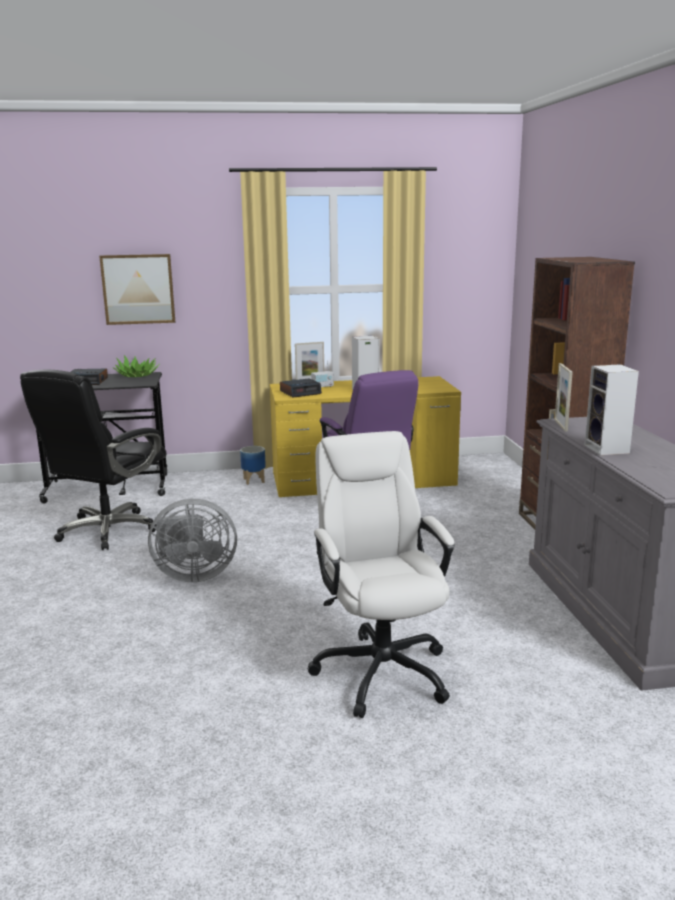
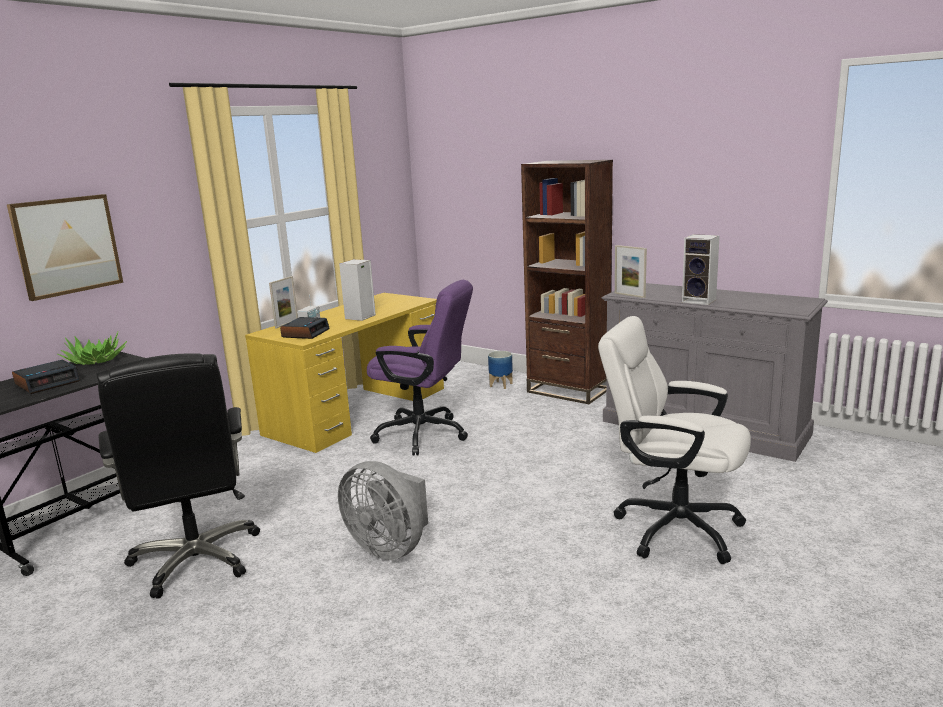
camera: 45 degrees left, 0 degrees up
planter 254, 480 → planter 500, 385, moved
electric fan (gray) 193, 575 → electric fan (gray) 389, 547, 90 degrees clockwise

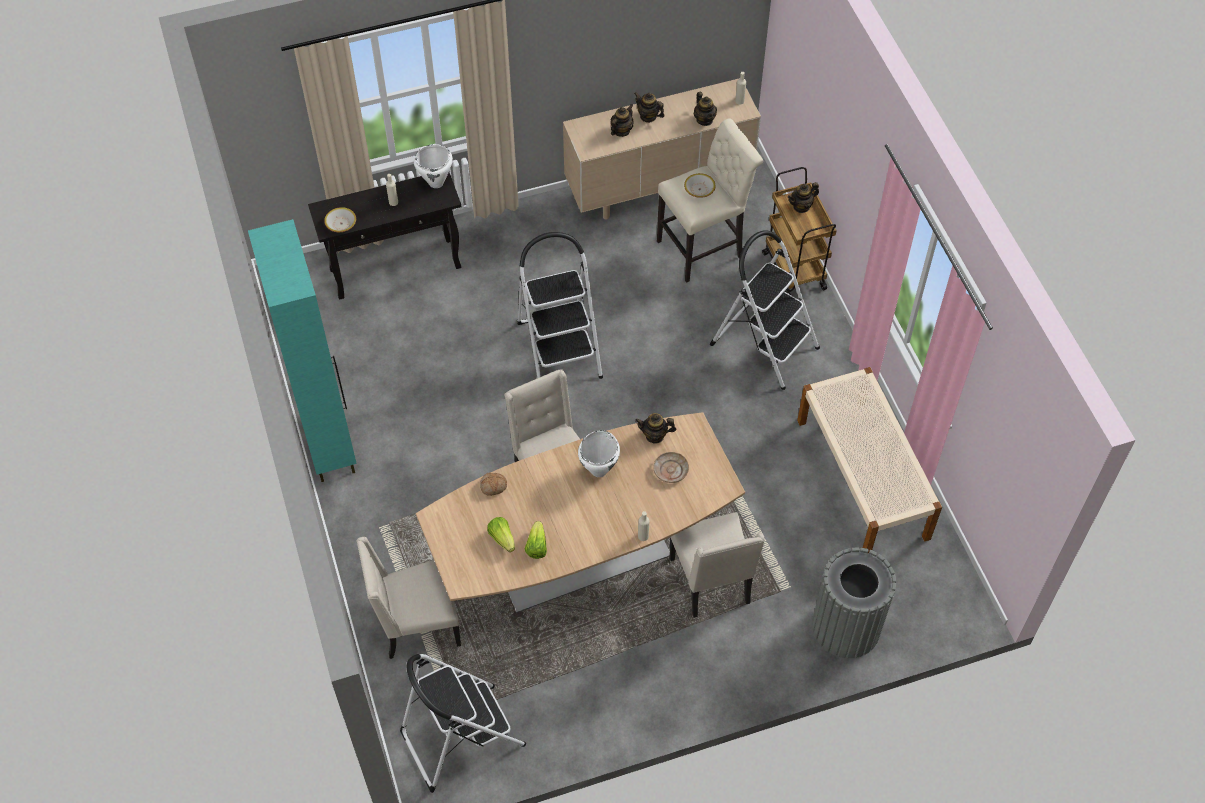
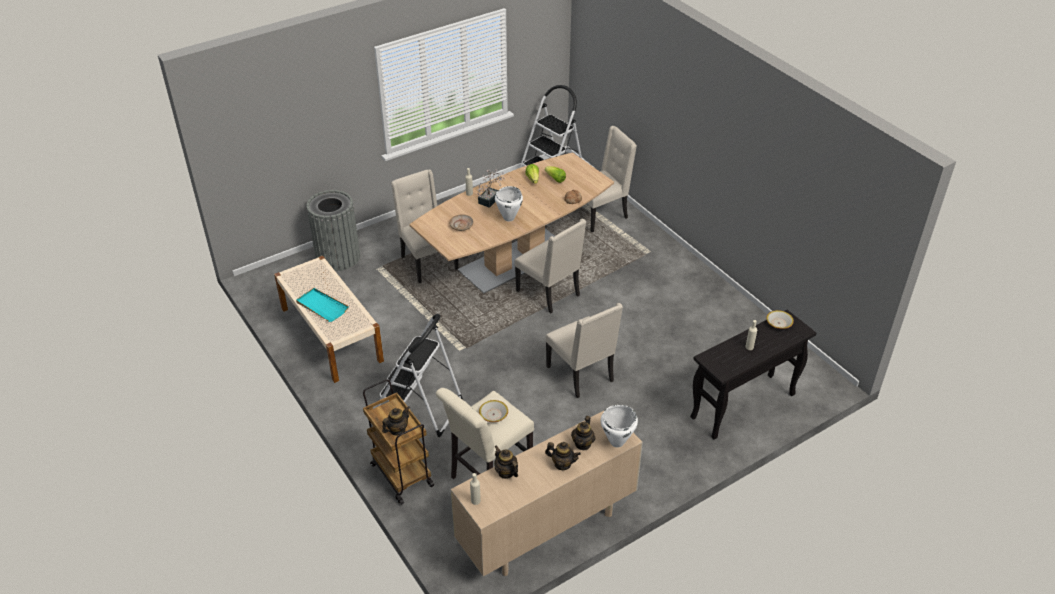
camera: 165 degrees right, 15 degrees down
cooking pot (whitish) 436, 183 → cooking pot (whitish) 616, 441, moved
cupboard (turquoise-coloured) 329, 443 → -
stepladder 559, 348 → chair (sand-coloured) 581, 374
teapot 655, 435 → -
- → houseplant 491, 198
- → serving tray (turquoise-coloured) 322, 306

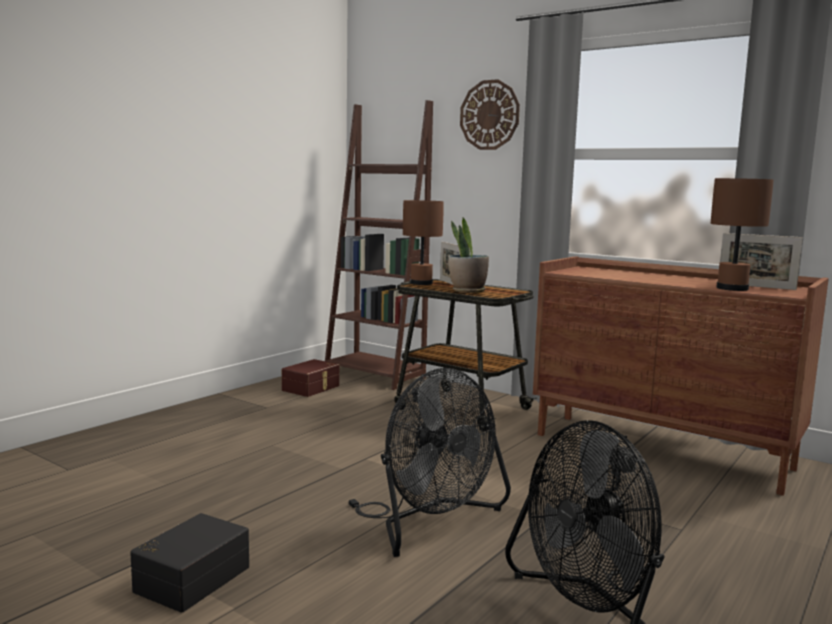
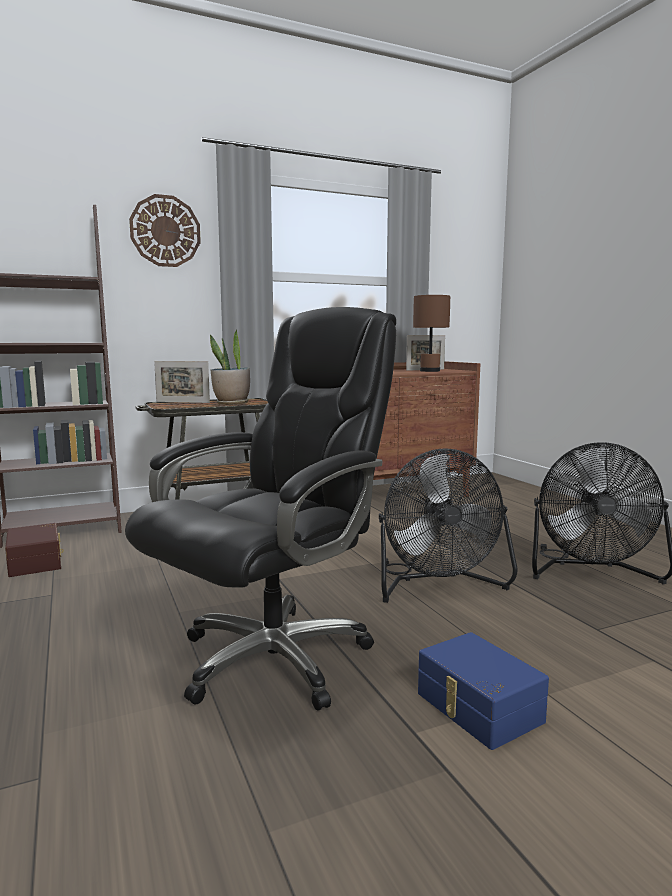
camera: 60 degrees left, 0 degrees up
lamp for a table (brown-coloured) 422, 283 → -
electric fan (black) 425, 522 → electric fan (black) 432, 585, 90 degrees clockwise
storage container (black) 190, 578 → storage container (bluish) 477, 708
- → desk chair (black) 270, 660

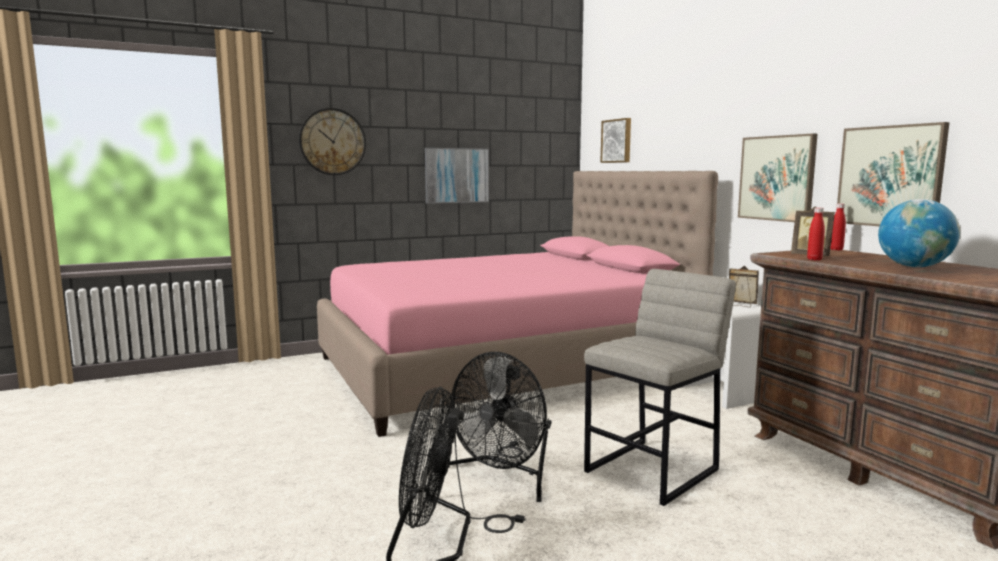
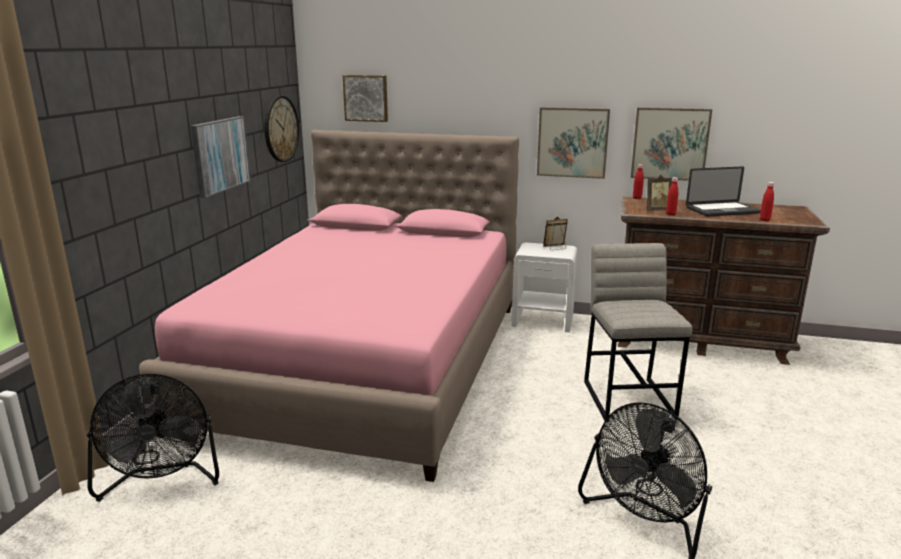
camera: 50 degrees left, 10 degrees up
wall clock 332, 142 → wall clock 280, 129, moved
globe 914, 266 → portable computer 722, 210
electric fan (black) 500, 472 → electric fan (black) 158, 478, moved
- → drink bottle (red-coloured) 764, 220

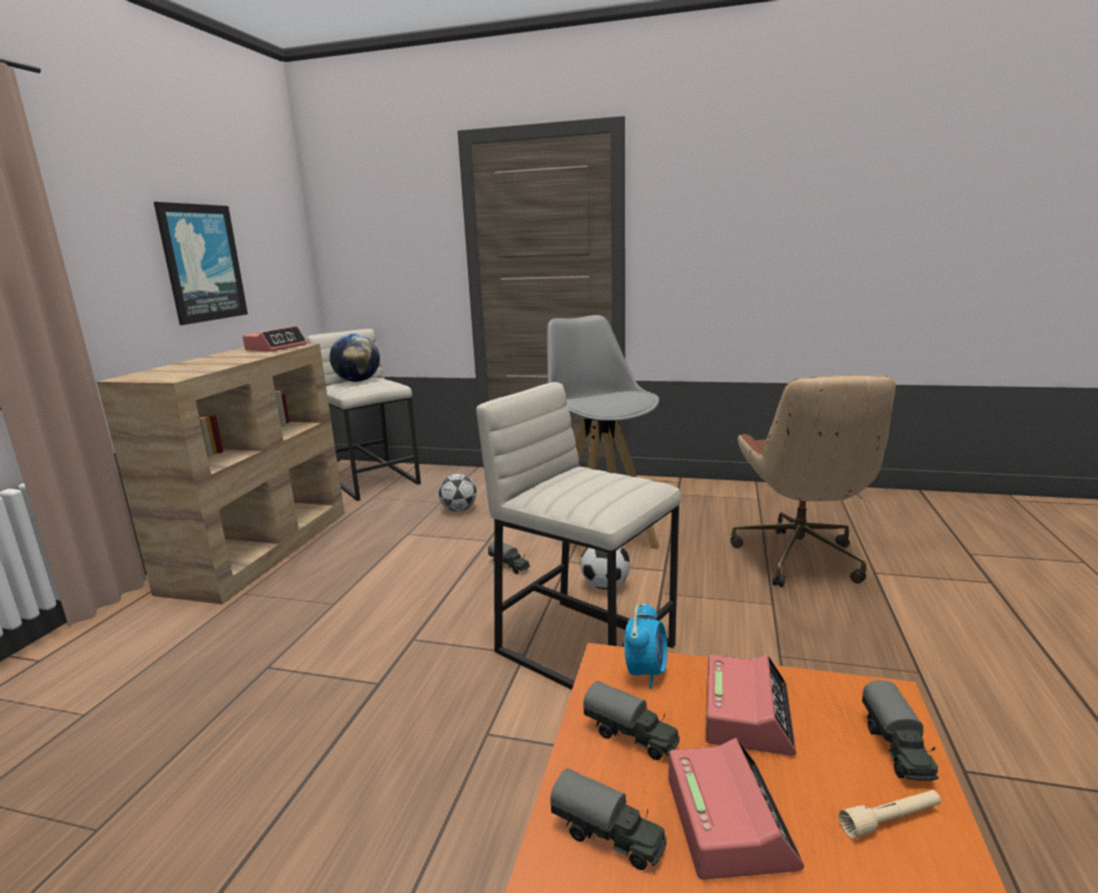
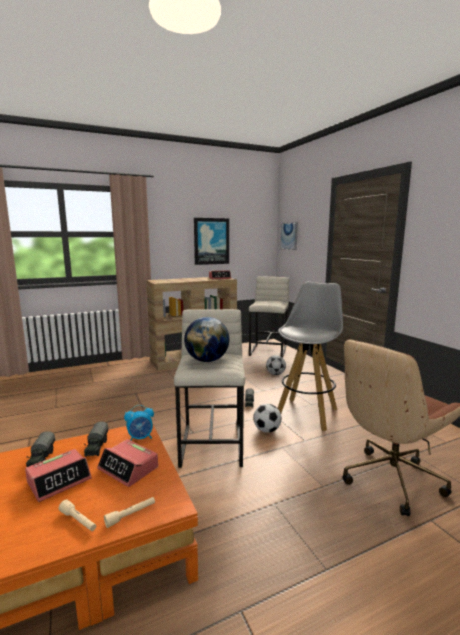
camera: 50 degrees right, 5 degrees down
globe 357, 381 → globe 207, 360, moved
table clock 747, 714 → table clock 128, 468, 60 degrees clockwise
toy lorry 897, 749 → hand torch (sand-coloured) 131, 515
- → wall picture 289, 236

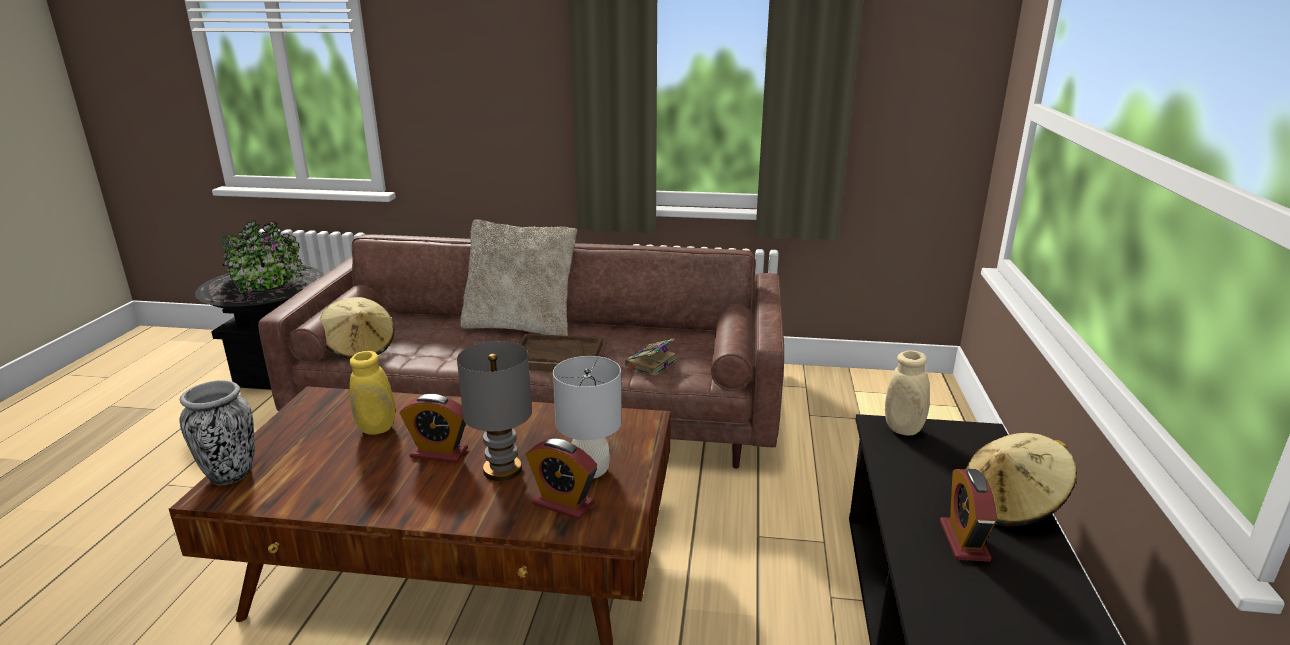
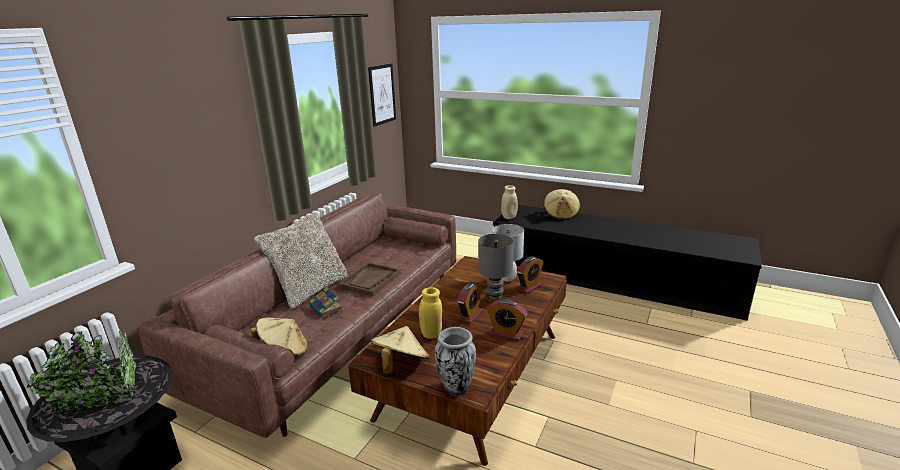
camera: 70 degrees left, 0 degrees up
book 650, 364 → book 326, 308, moved
table clock 964, 541 → table clock 506, 334, moved
- → wall picture 382, 94
- → clothing hat (sand-coloured) 400, 365

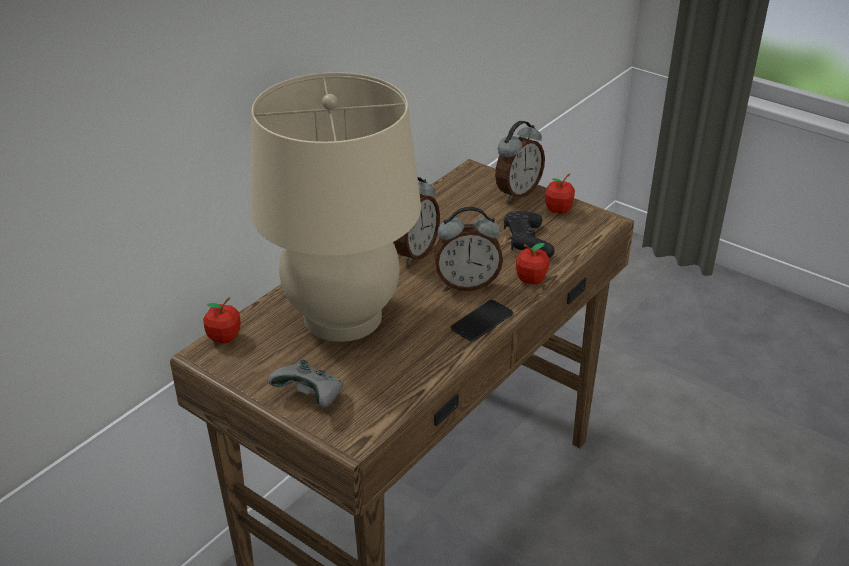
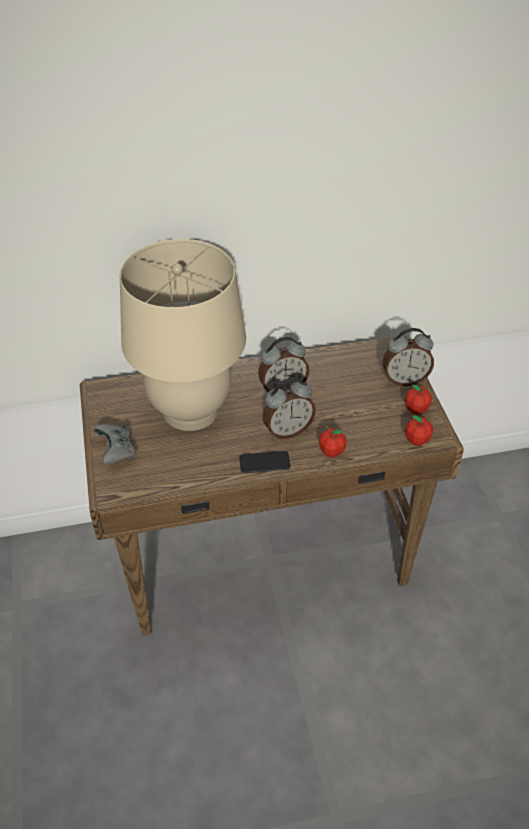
camera: 40 degrees right, 10 degrees up
table clock 467, 284 → table clock 287, 430, 60 degrees counterclockwise
gamepad (black) 527, 242 → -
apple fruit 224, 338 → apple fruit 417, 440, moved

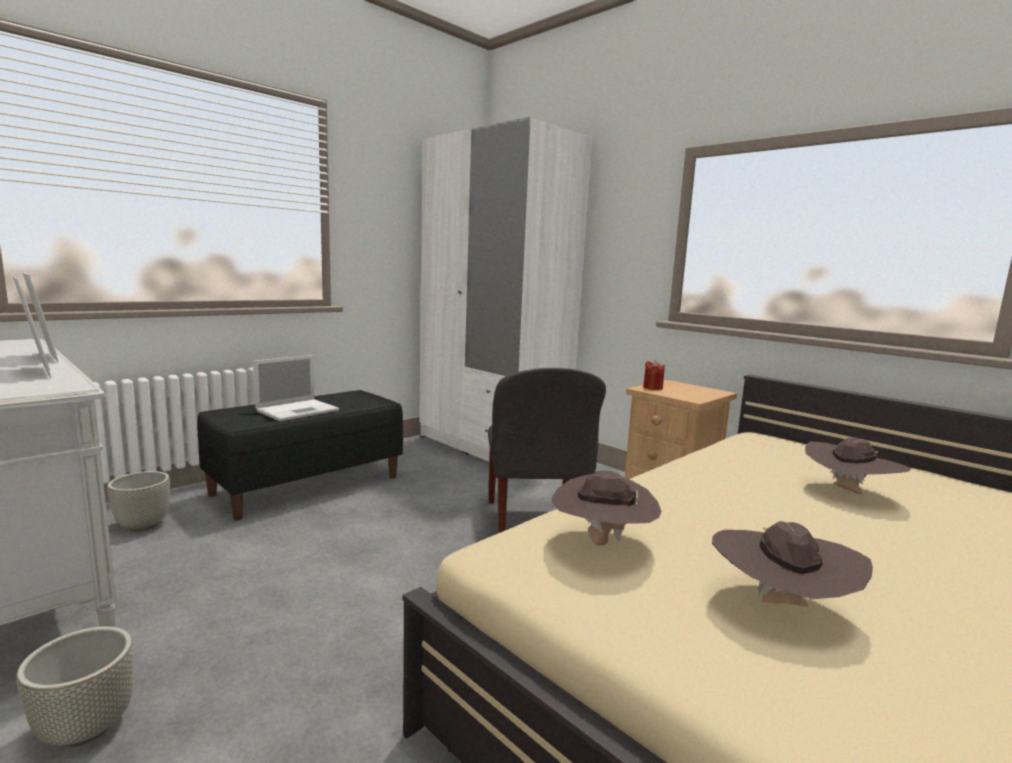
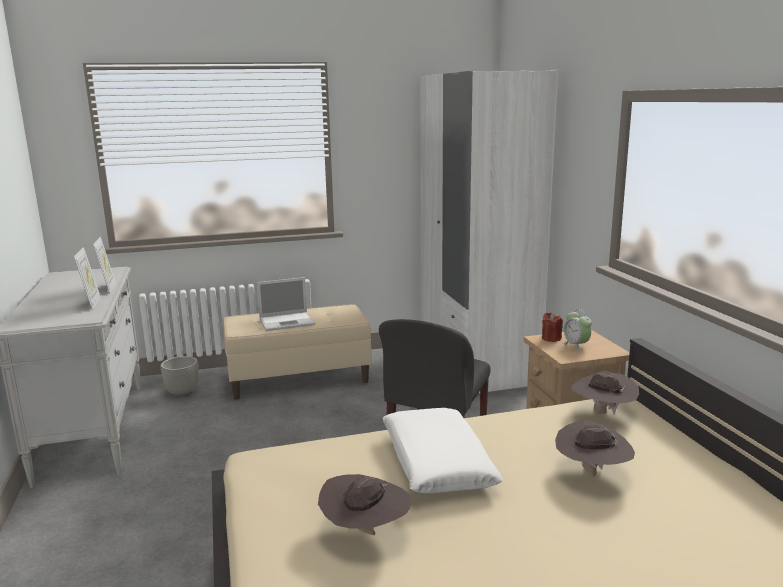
camera: 30 degrees right, 5 degrees up
long seat (black) 308, 485 → long seat (sand-coloured) 299, 379
clothing hat (brown-coloured) 601, 543 → clothing hat (brown-coloured) 602, 413, moved
planter (gray) 85, 728 → -
- → table clock 576, 345
- → cushion (whitish) 437, 463

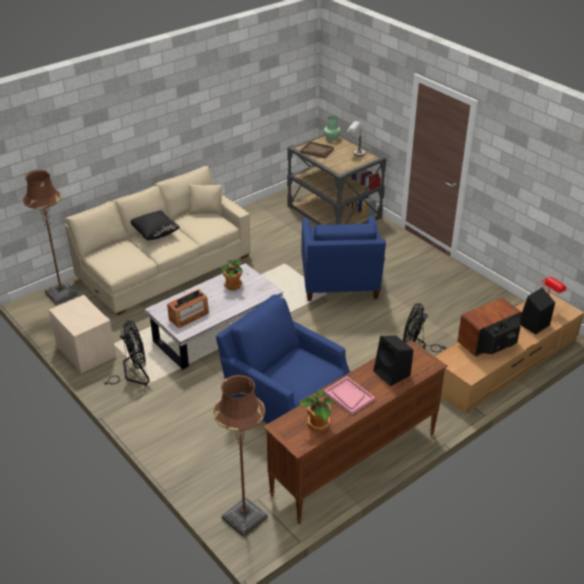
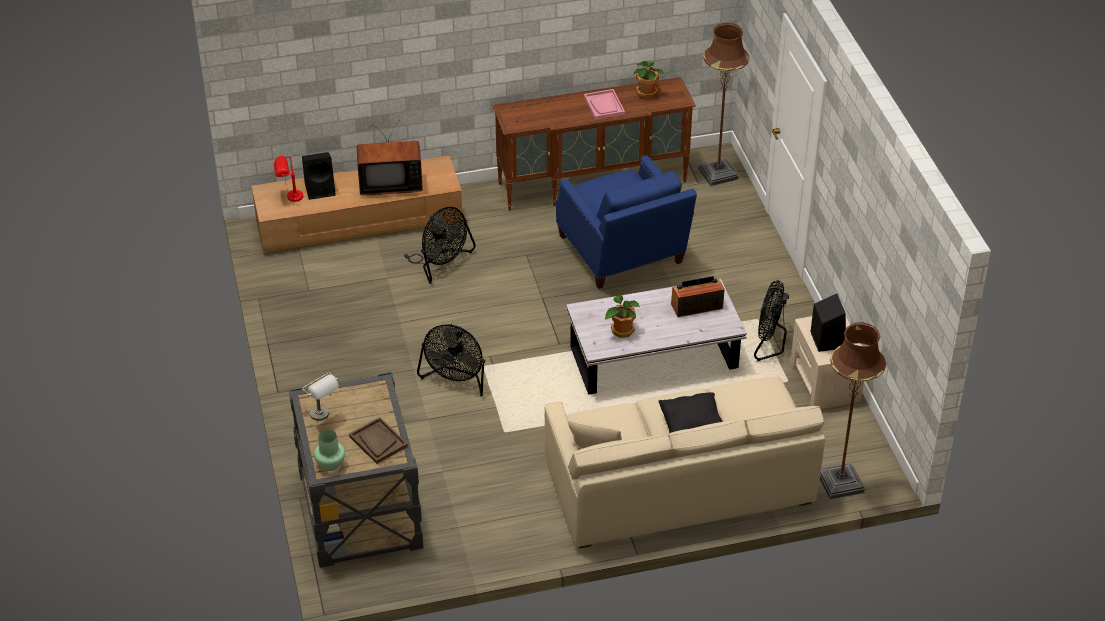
camera: 155 degrees left, 5 degrees up
easy chair (bluish) 339, 283 → electric fan (black) 454, 377
audio speaker (black) 392, 373 → audio speaker (black) 827, 339, moved

